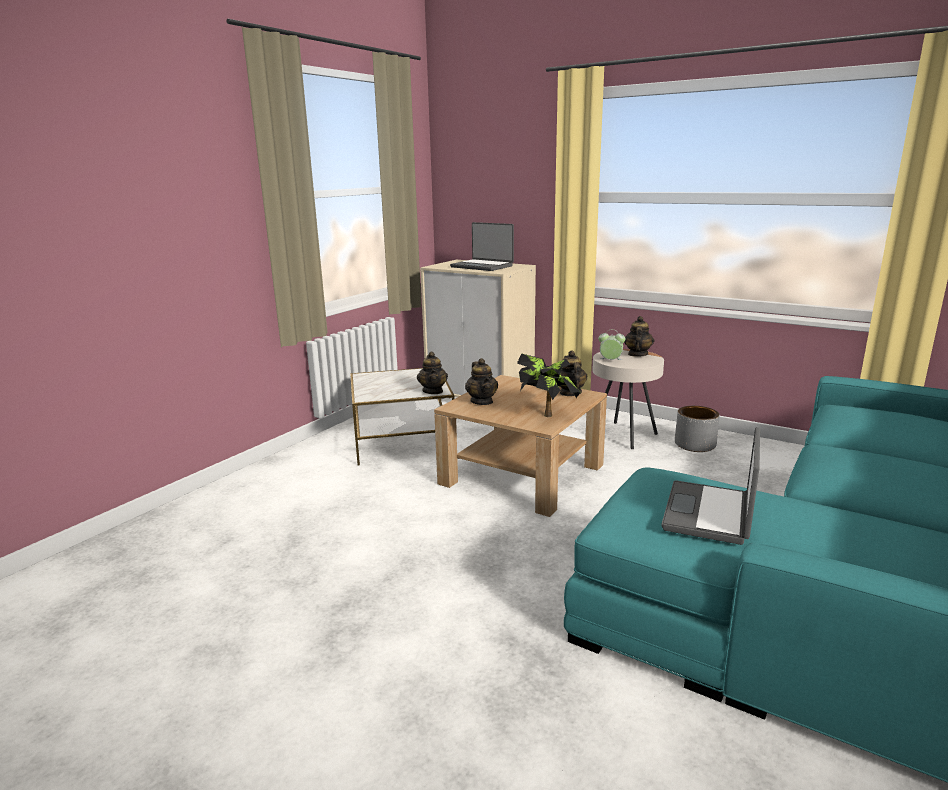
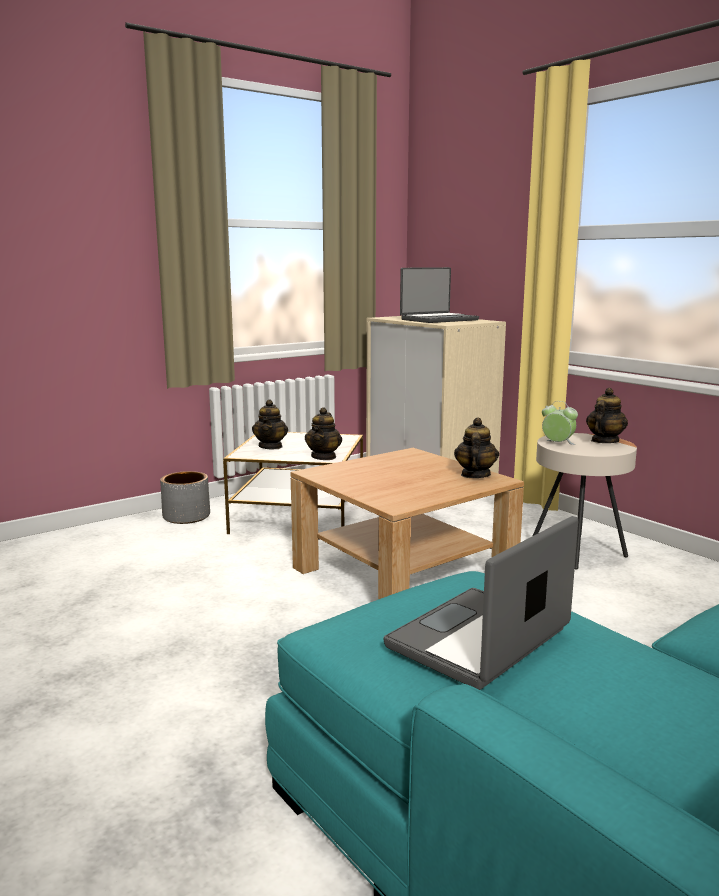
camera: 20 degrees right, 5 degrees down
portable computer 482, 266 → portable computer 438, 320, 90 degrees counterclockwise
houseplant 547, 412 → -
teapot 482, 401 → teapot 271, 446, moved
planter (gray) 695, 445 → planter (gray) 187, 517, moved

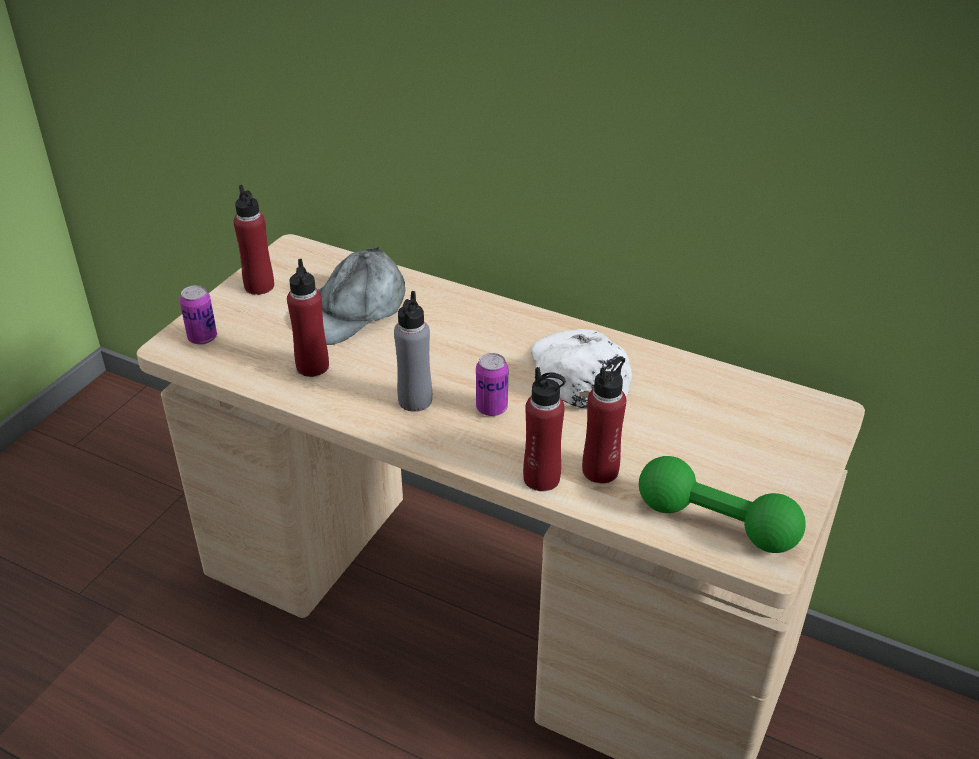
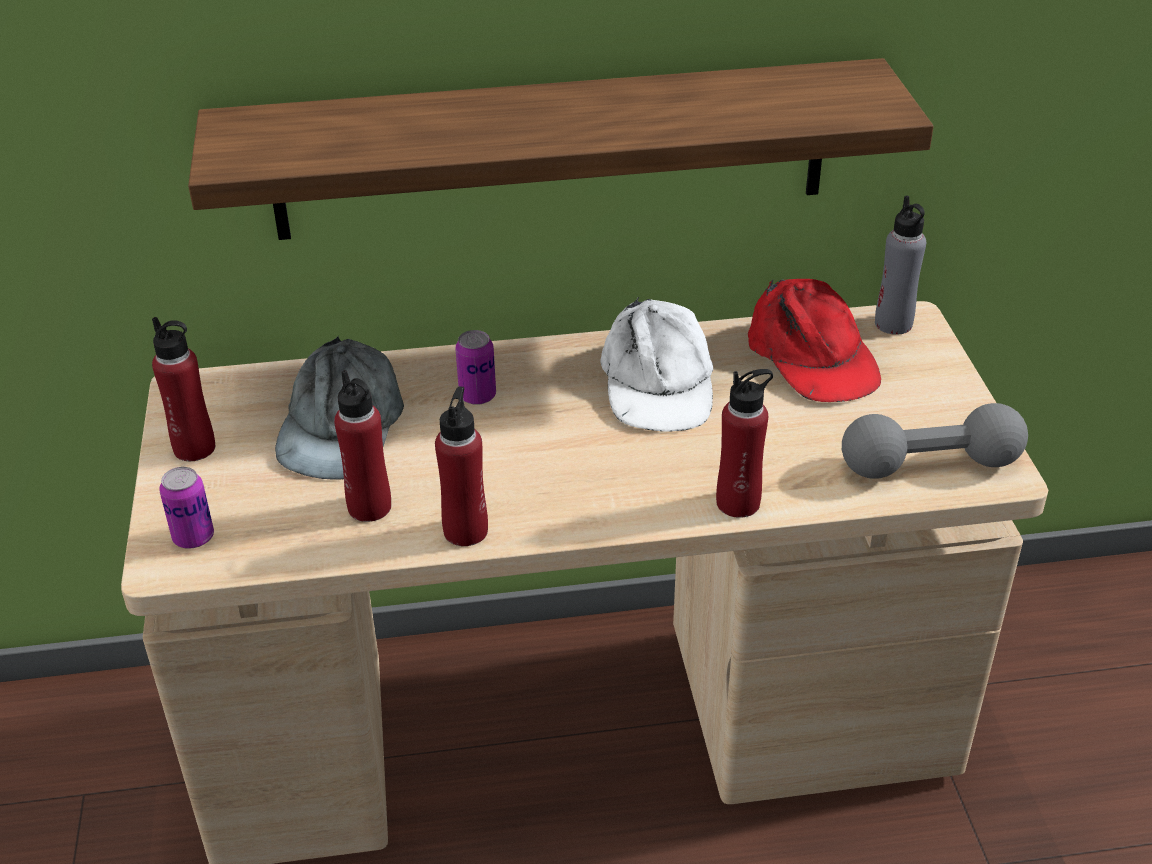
camera: 35 degrees left, 0 degrees up
drink bottle (gray) 415, 400 → drink bottle (gray) 893, 324, moved
baseball cap (whitish) 579, 371 → baseball cap (whitish) 657, 383, 135 degrees counterclockwise
can 491, 408 → can 477, 396, moved
drink bottle (red-coloured) 600, 470 → drink bottle (red-coloured) 466, 530, moved
dumbbell (green) 716, 523 → dumbbell (gray) 930, 465
- → wall shelf 551, 150
- → baseball cap (red-coloured) 811, 358

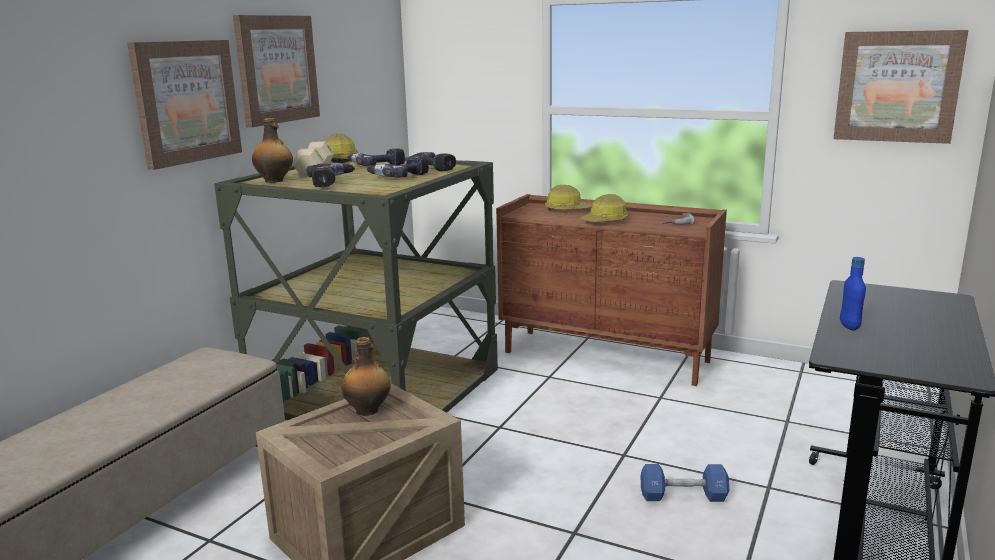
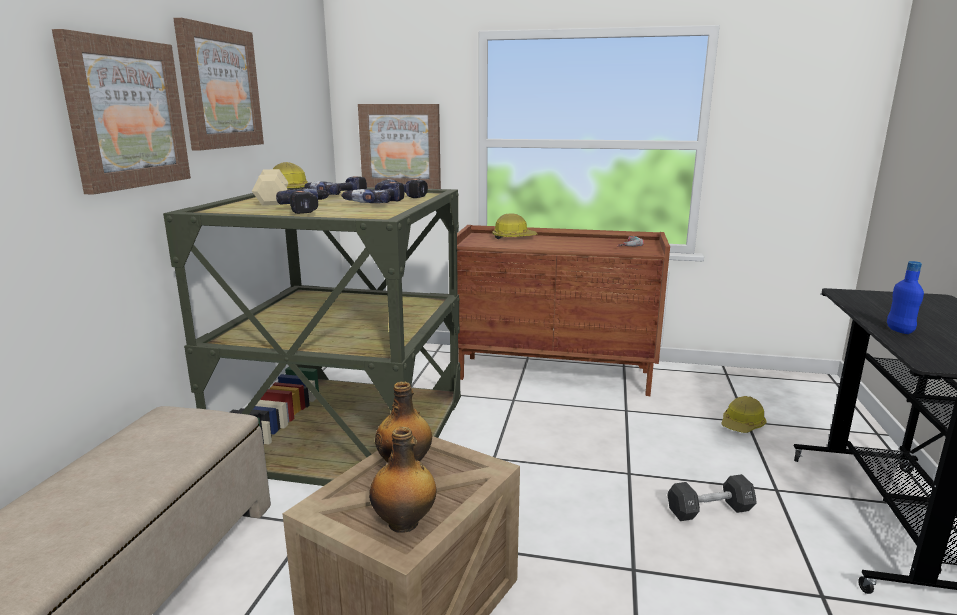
camera: 15 degrees left, 0 degrees up
wall picture 897, 86 → wall picture 400, 146, moved
drink bottle 275, 181 → drink bottle 404, 523, moved
work helmet 605, 221 → work helmet 742, 425, moved
dumbbell (bluish) 683, 496 → dumbbell (black) 709, 510

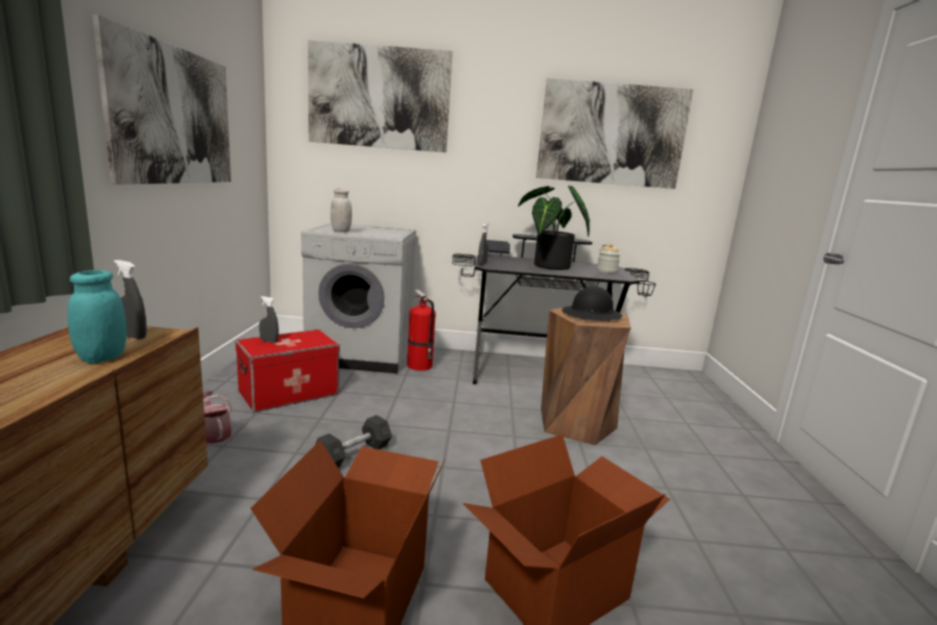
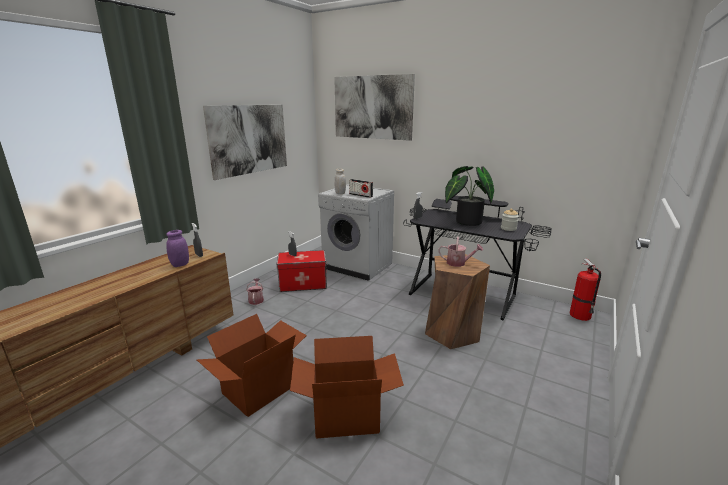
camera: 30 degrees right, 5 degrees up
wall picture 611, 135 → -
storage jar (turquoise-coloured) 102, 358 → storage jar (purple) 180, 264
work helmet (black) 591, 315 → watering can 458, 263
fire extinguisher 420, 366 → fire extinguisher 581, 316, moved
dumbbell (gray) 353, 455 → -
- → radio receiver 360, 195

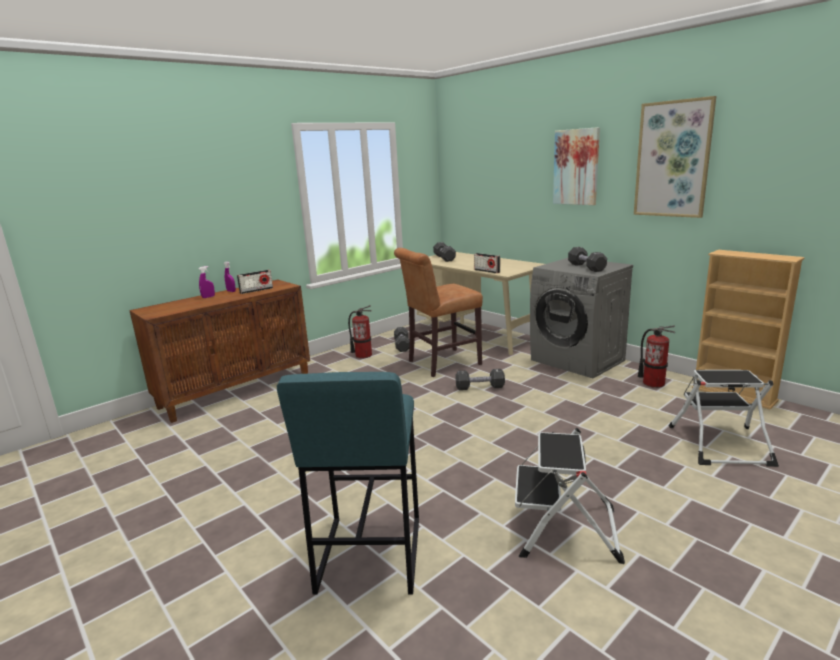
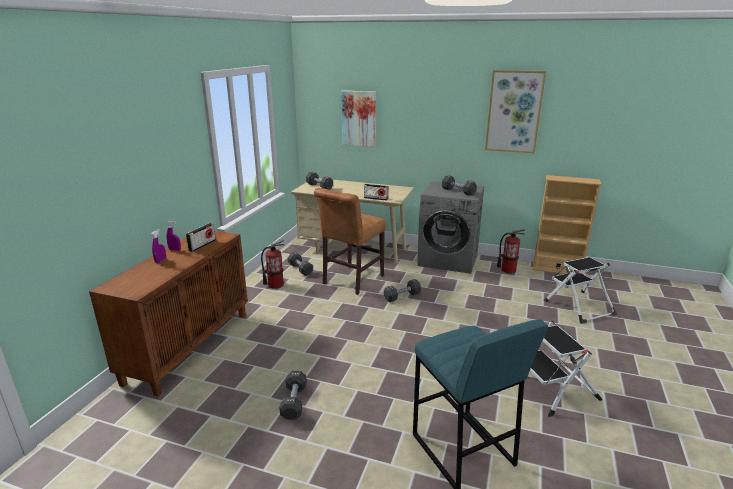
camera: 30 degrees left, 5 degrees up
wall picture 576, 167 → wall picture 359, 118, moved
- → dumbbell (black) 294, 402

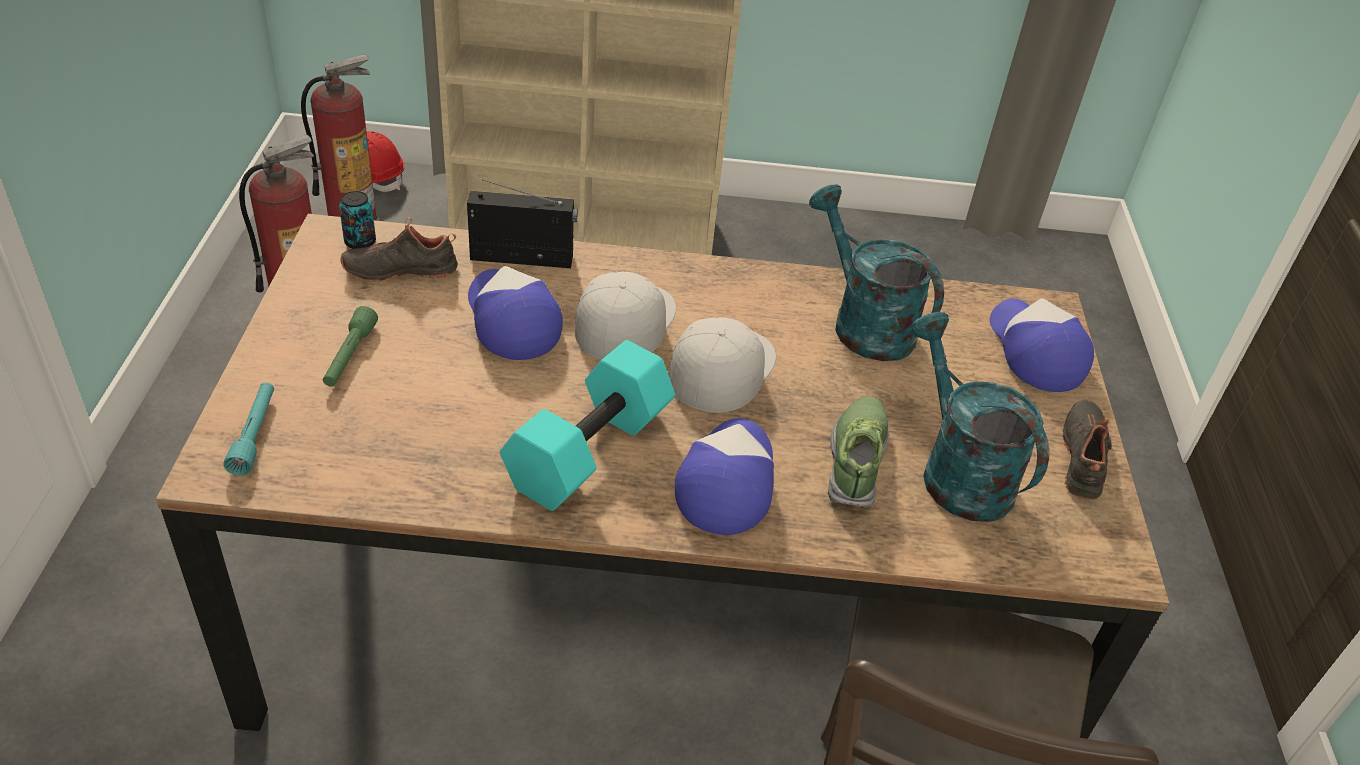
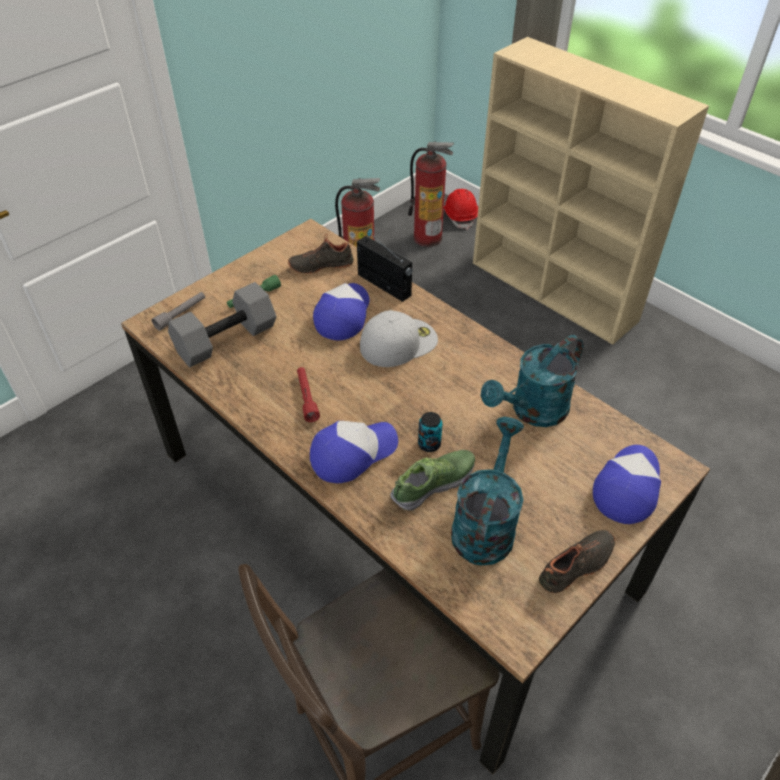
camera: 45 degrees right, 5 degrees up
watering can (turquoise-coloured) 863, 323 → watering can (turquoise-coloured) 532, 411, 135 degrees counterclockwise
can 360, 242 → can 429, 444, moved
low shoe (black) 400, 269 → low shoe (black) 321, 265, 45 degrees counterclockwise
baseball cap (whitish) 721, 366 → -
dumbbell (turquoise-coloured) 588, 448 → hand torch (red-coloured) 307, 398
hand torch (turquoise-coloured) 255, 435 → hand torch (gray) 181, 314
- → dumbbell (gray) 226, 338

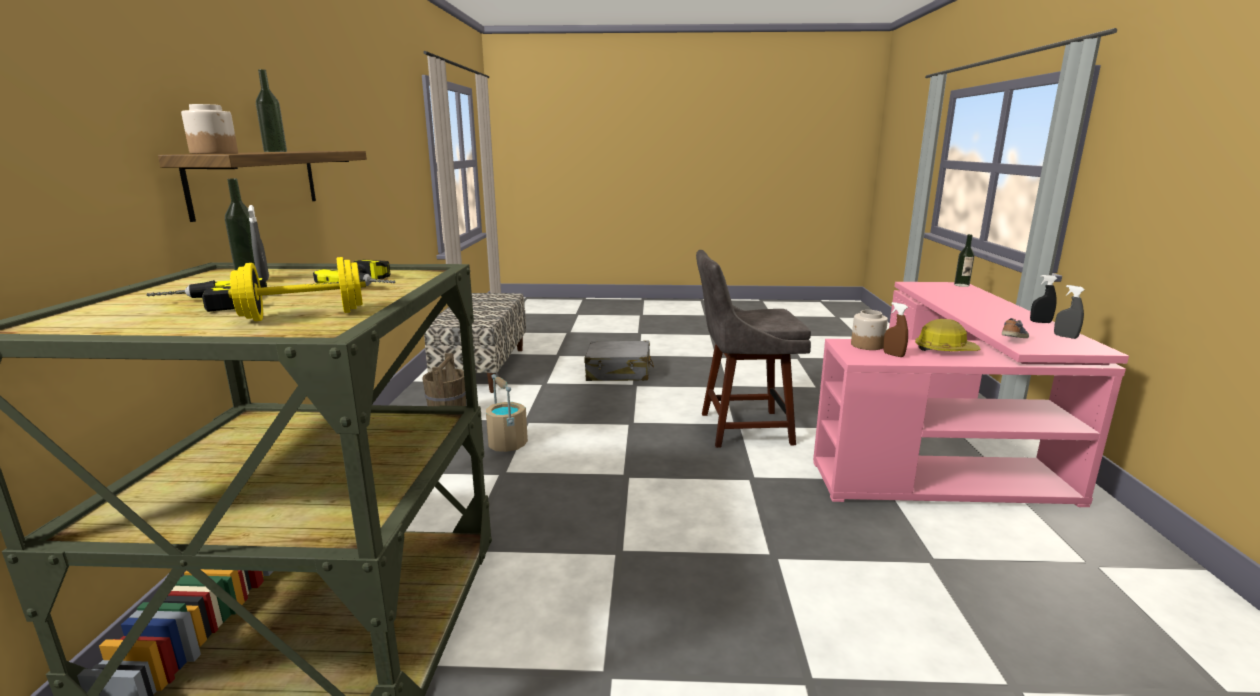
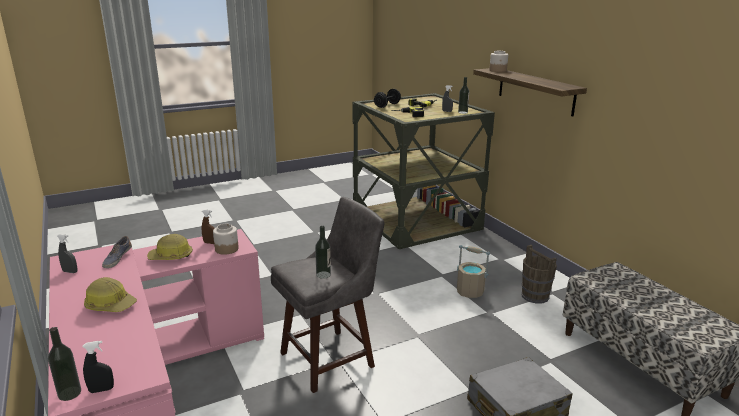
camera: 150 degrees right, 5 degrees up
drink bottle 275, 151 → drink bottle 323, 275, moved
dumbbell (yellowish) 304, 316 → dumbbell (black) 387, 105
sprayer (black) 1040, 322 → sprayer (black) 101, 390, moved
- → work helmet 110, 305

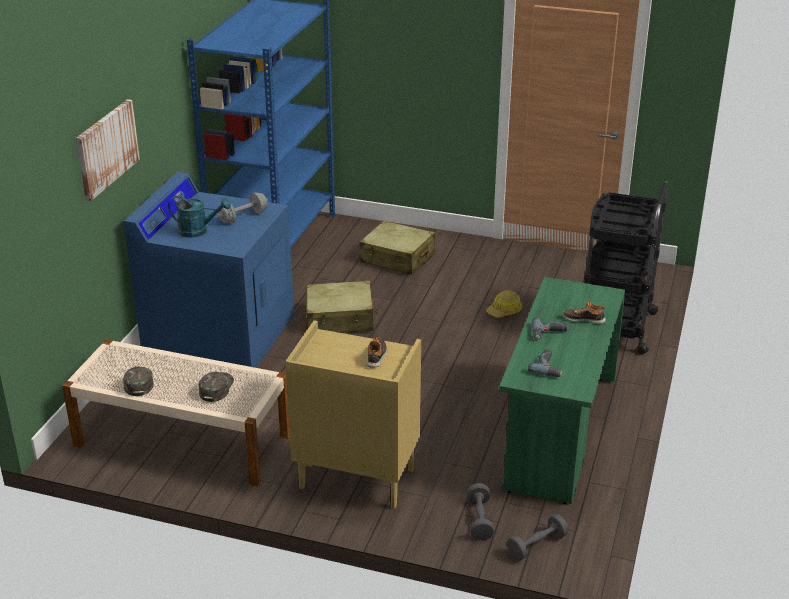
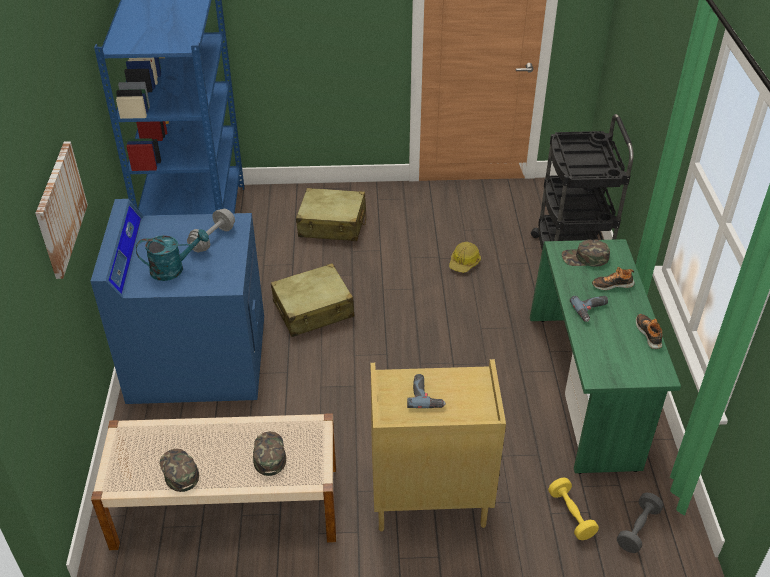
camera: 20 degrees left, 10 degrees up
low shoe 376, 356 → low shoe 649, 334, moved
electric drill 548, 367 → electric drill 426, 395, moved
dumbbell (gray) 479, 520 → dumbbell (yellowish) 571, 515
- → baseball cap (green) 585, 258

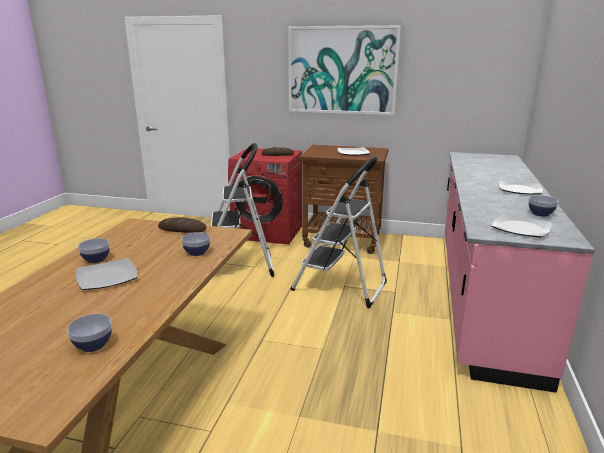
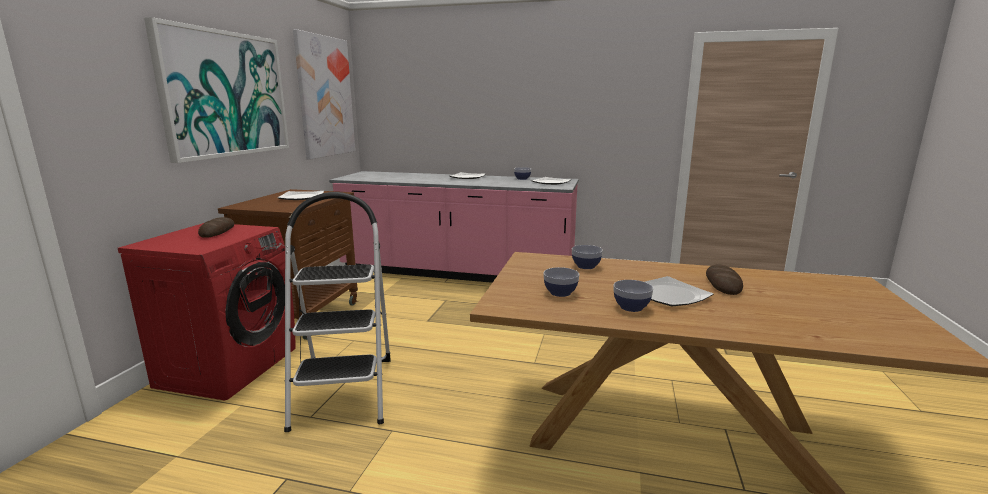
camera: 90 degrees left, 5 degrees down
stepladder 341, 287 → -
baked bread 182, 229 → baked bread 723, 283, moved
deep dish 93, 345 → deep dish 560, 293, moved
- → wall picture 325, 97

